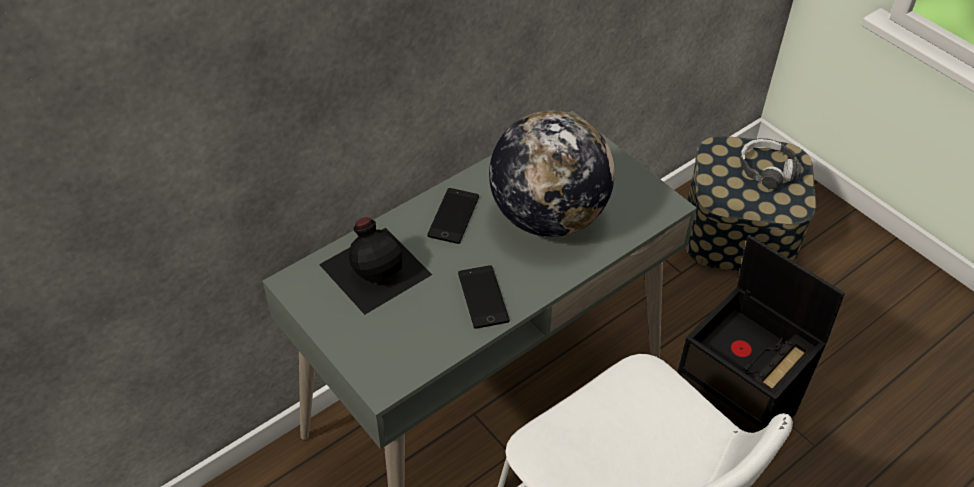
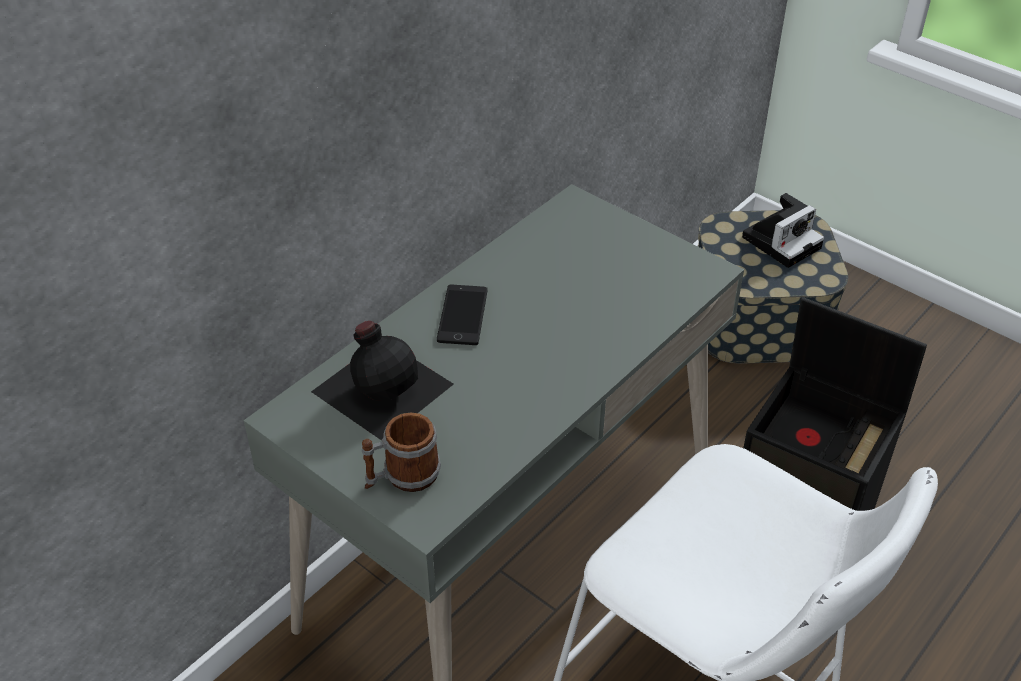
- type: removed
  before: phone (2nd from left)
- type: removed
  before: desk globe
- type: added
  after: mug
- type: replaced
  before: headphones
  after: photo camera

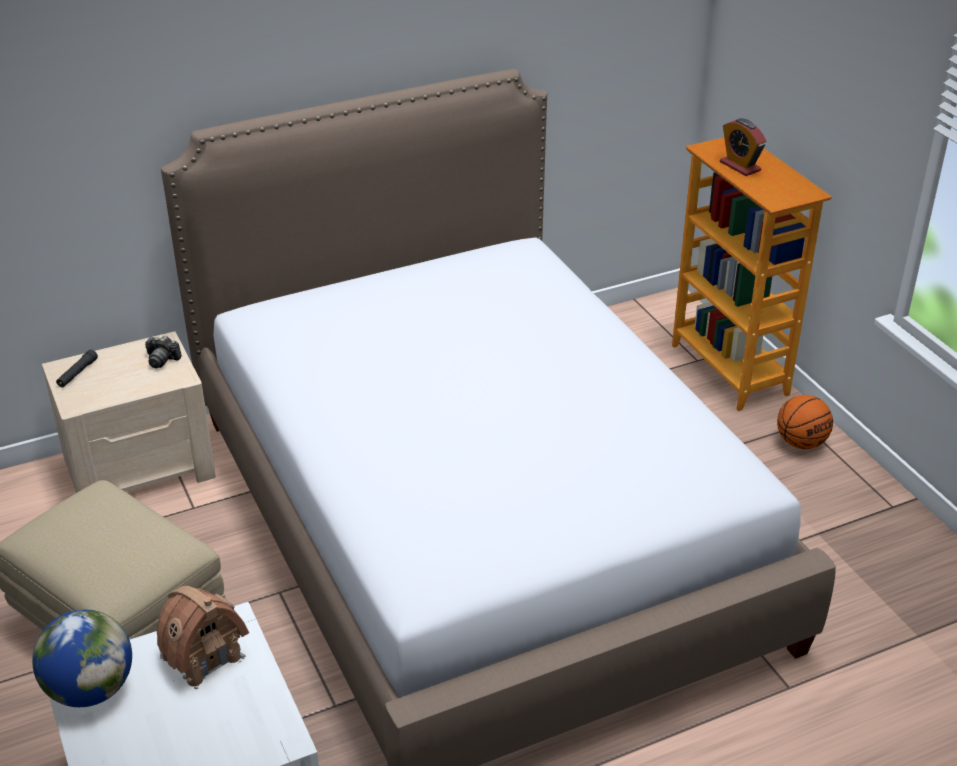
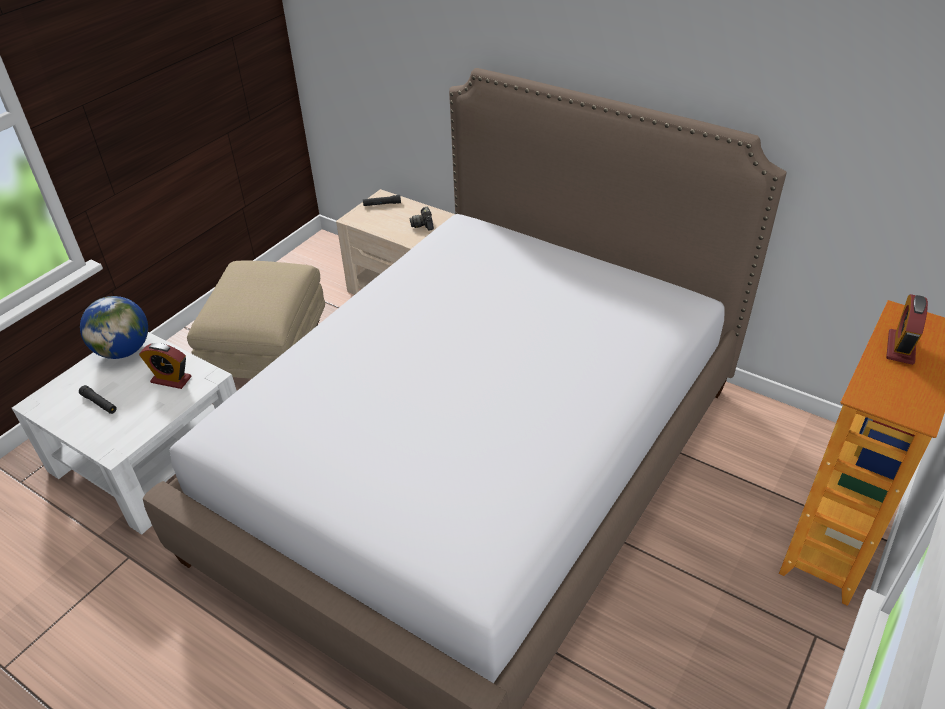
- type: removed
  before: basketball ball
- type: added
  after: hand torch (black) (1st from left)
- type: replaced
  before: miniature house
  after: bedside clock (1st from left)

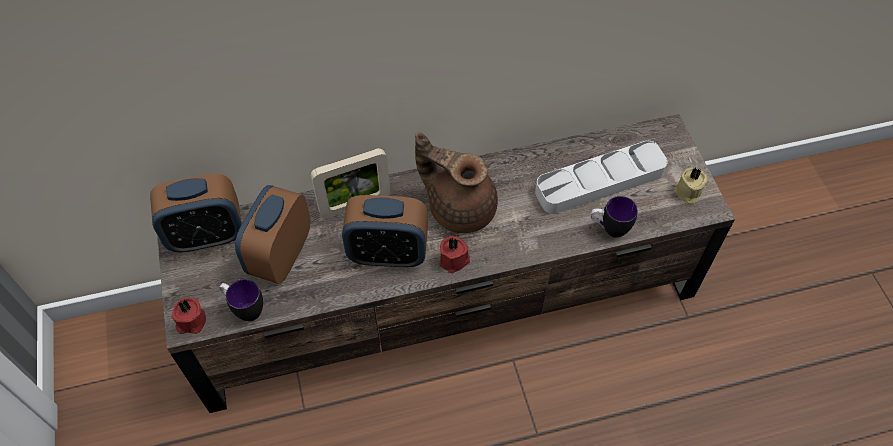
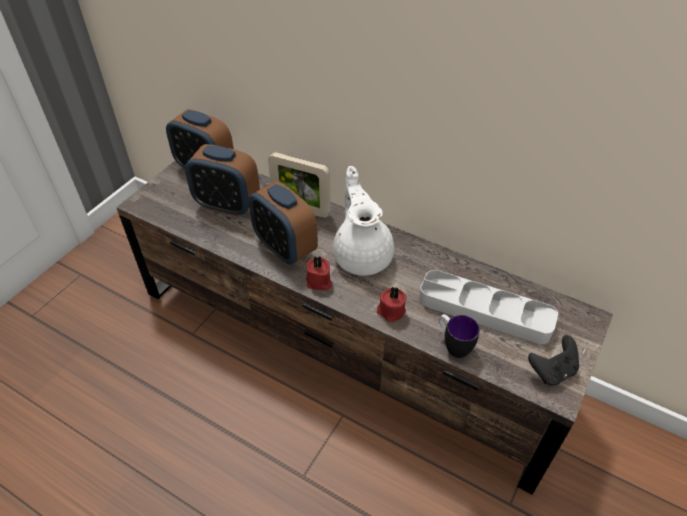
- type: removed
  before: mug (1st from left)
- type: moved
  before: candle (red) (1st from left in the first image)
  after: candle (red) (2nd from left)
- type: replaced
  before: candle (sand-coloured)
  after: game controller (black)
- type: recoloured
  before: pot for tea (brownish)
  after: pot for tea (white-coloured)
- type: turned
  before: bedside clock (2nd from left)
  turn: -135

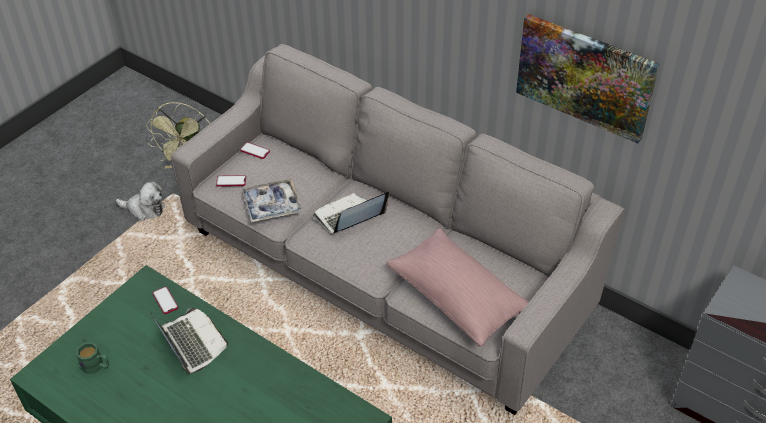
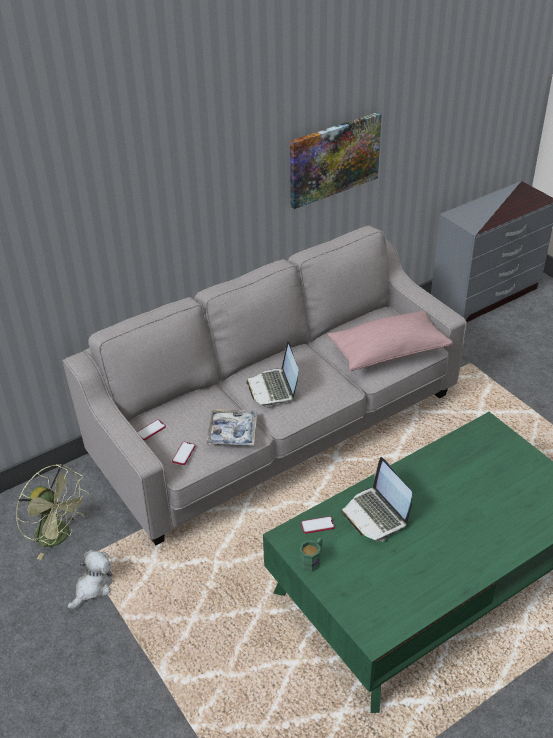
- type: moved
  before: mug (green)
- type: turned
  before: portable computer (1st from left in the first image)
  turn: -105

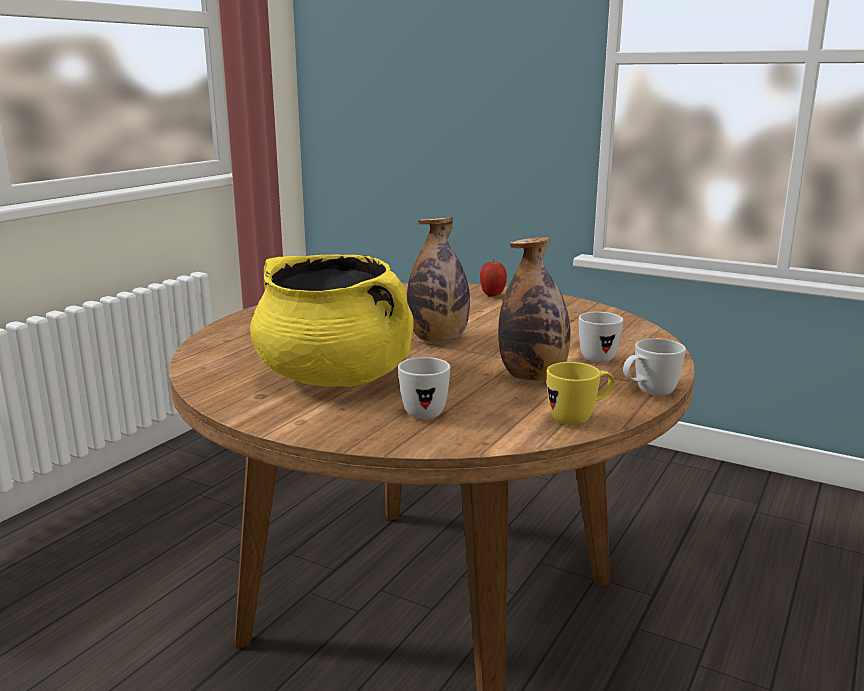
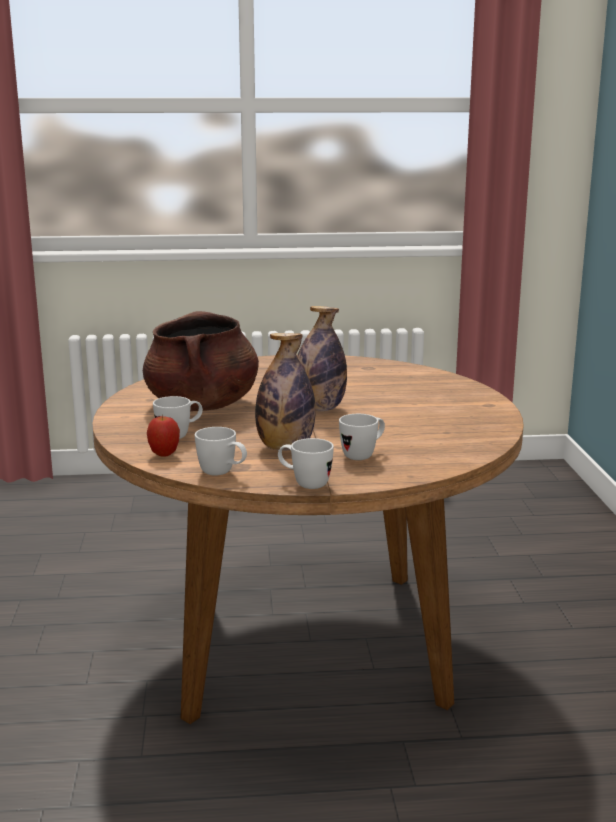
- type: moved
  before: whole apple
- type: recoloured
  before: saucepot (yellow)
  after: saucepot (brownish)
- type: recoloured
  before: mug (yellow)
  after: mug (white-coloured) (2nd from left)

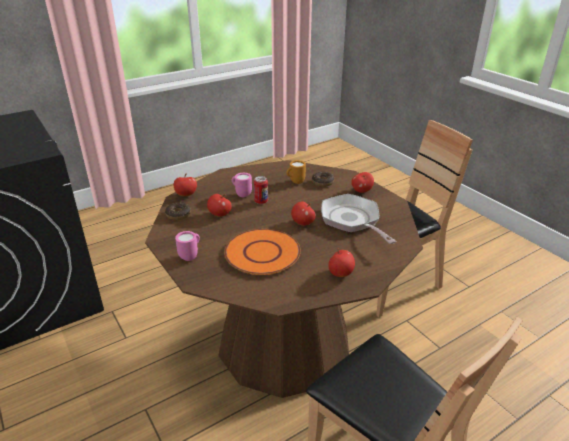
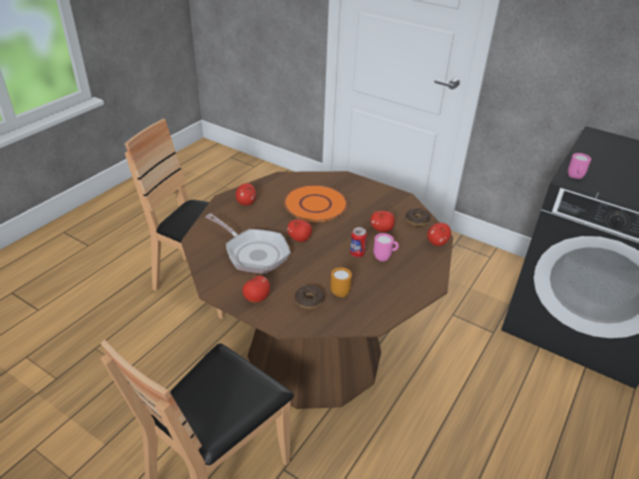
- type: moved
  before: mug (pink-coloured) (1st from left in the first image)
  after: mug (pink-coloured) (2nd from left)

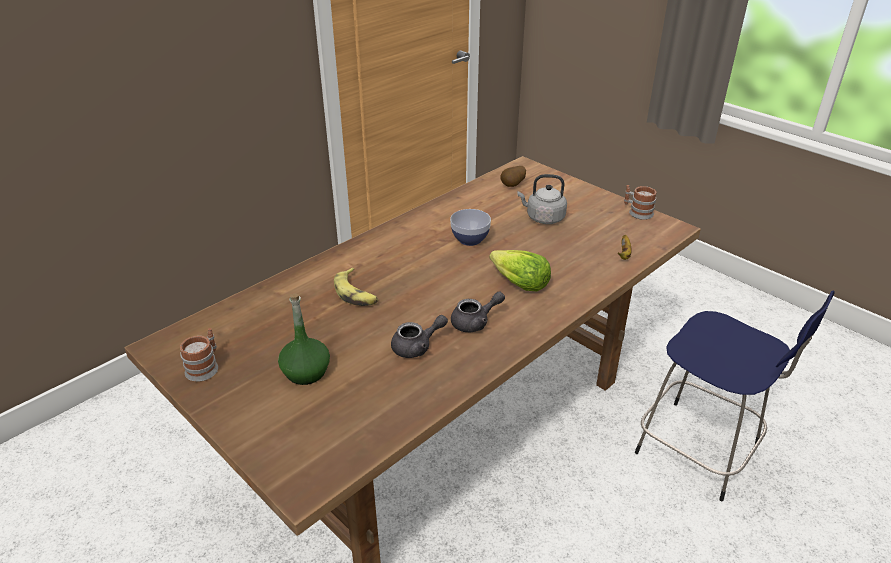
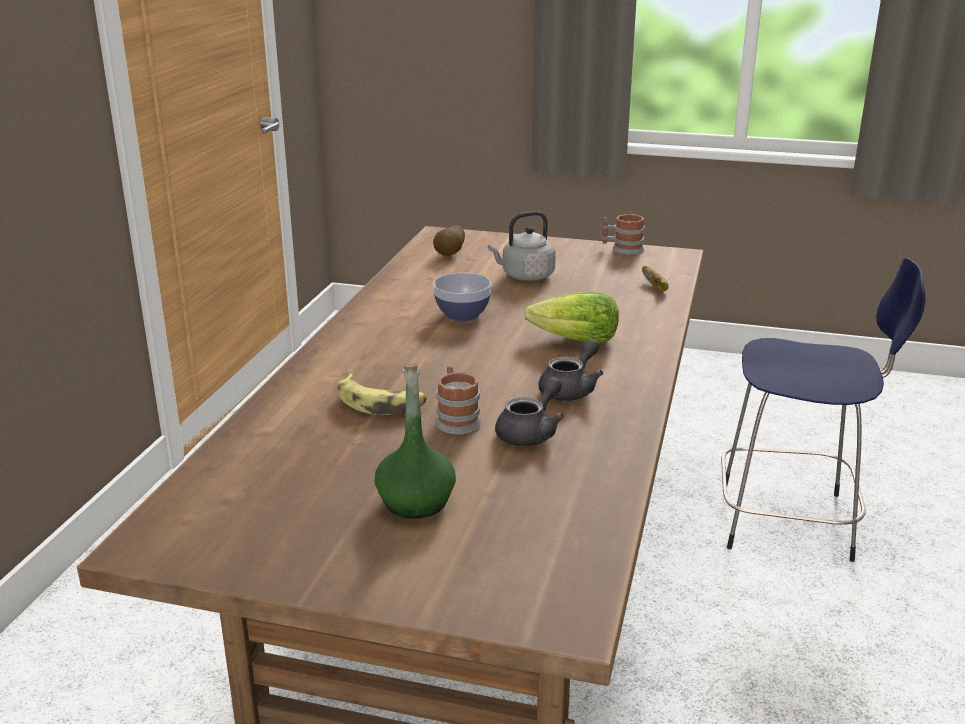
- type: moved
  before: mug (1st from left)

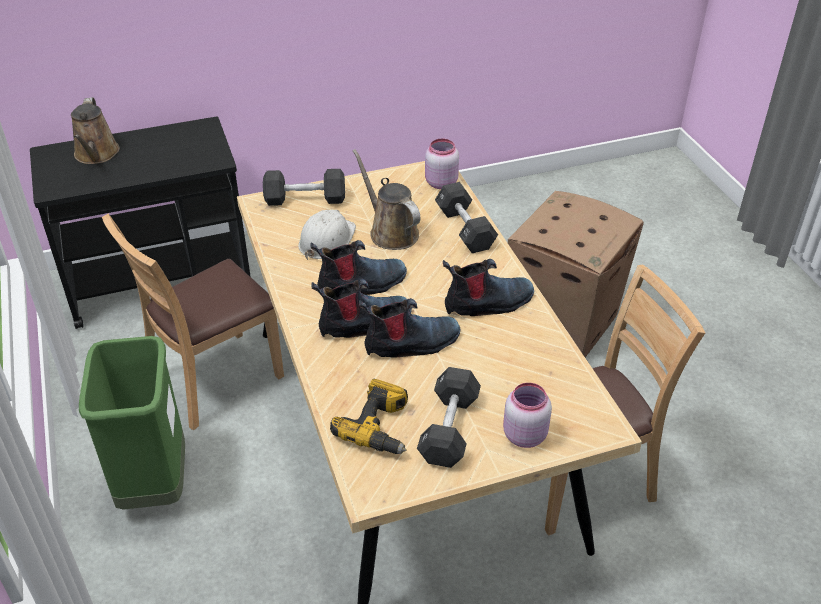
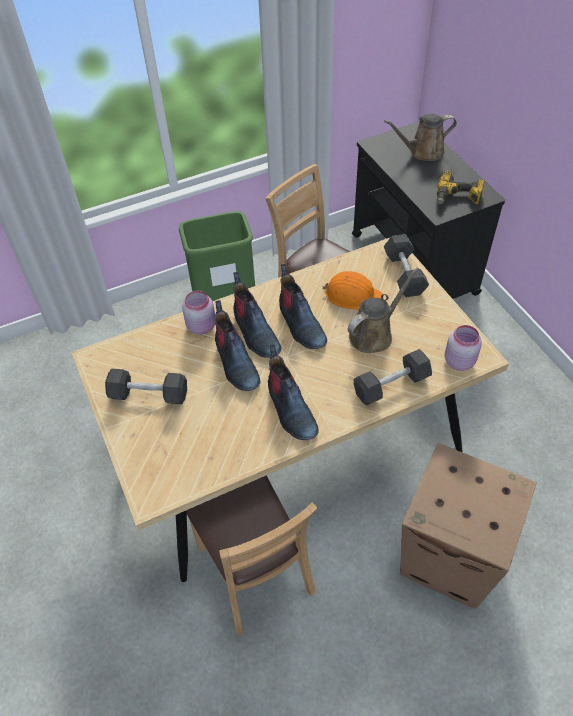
- type: moved
  before: electric drill
- type: moved
  before: storage jar (pink-coloured) (2nd from left in the first image)
  after: storage jar (pink-coloured) (1st from left)
- type: recoloured
  before: work helmet (white-coloured)
  after: work helmet (orange)

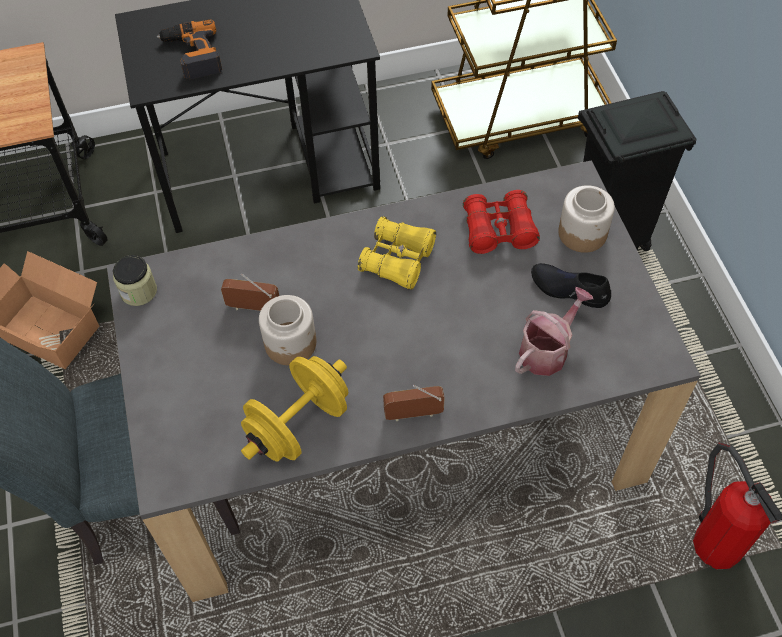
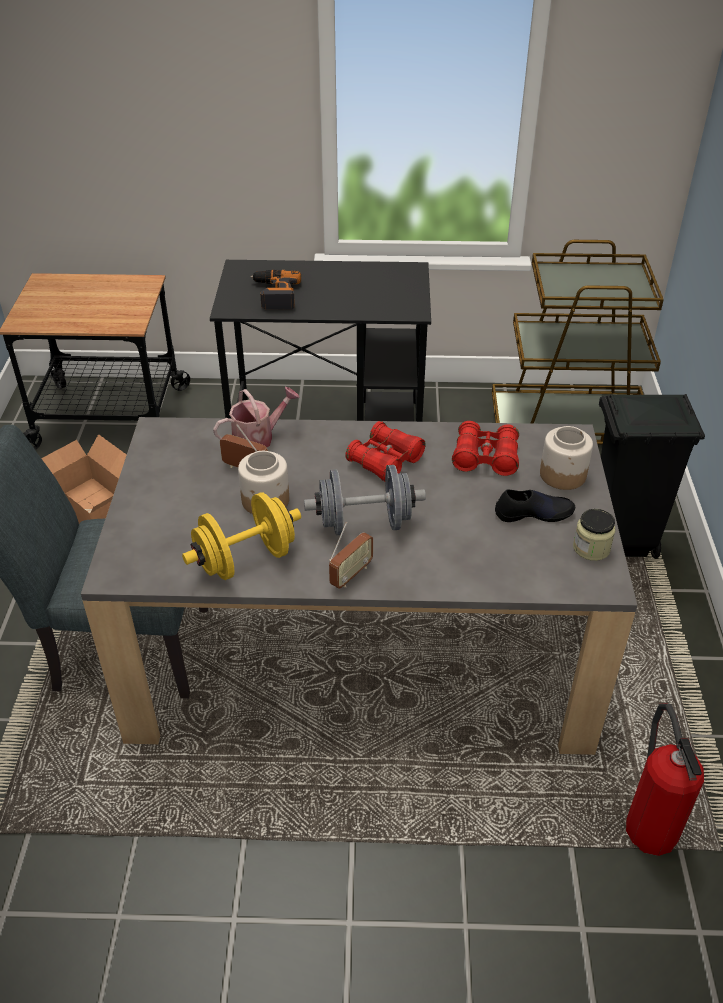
- type: added
  after: dumbbell (gray)
- type: moved
  before: storage jar (1st from left in the first image)
  after: storage jar (3rd from left)
- type: moved
  before: watering pot
- type: recoloured
  before: field glasses (yellow)
  after: field glasses (red) (1st from left)
- type: turned
  before: radio set (2nd from left)
  turn: 120
- type: turned
  before: shoe (black)
  turn: 135

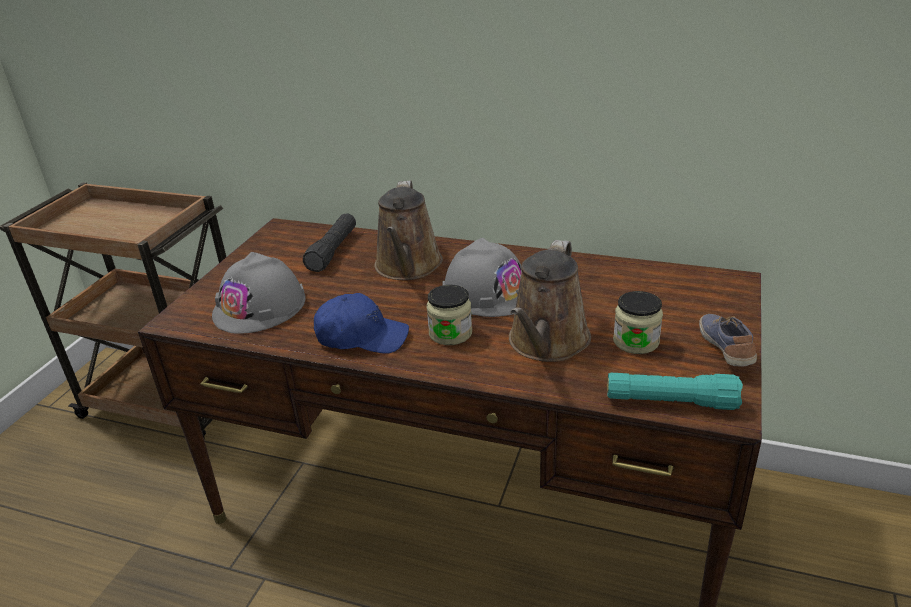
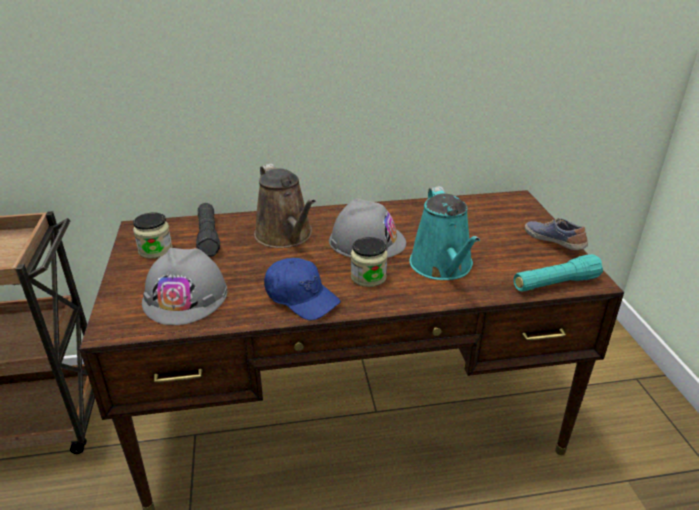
- type: moved
  before: storage jar (2nd from left in the first image)
  after: storage jar (1st from left)
- type: recoloured
  before: watering pot (brownish) (2nd from left)
  after: watering pot (turquoise)
- type: turned
  before: baseball cap (blue-coloured)
  turn: 60

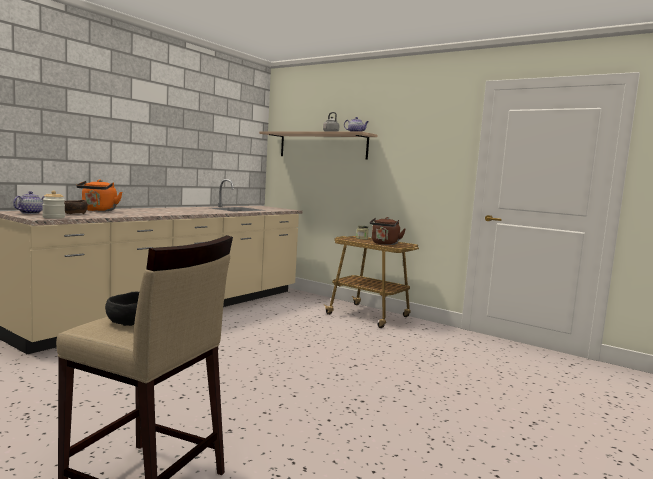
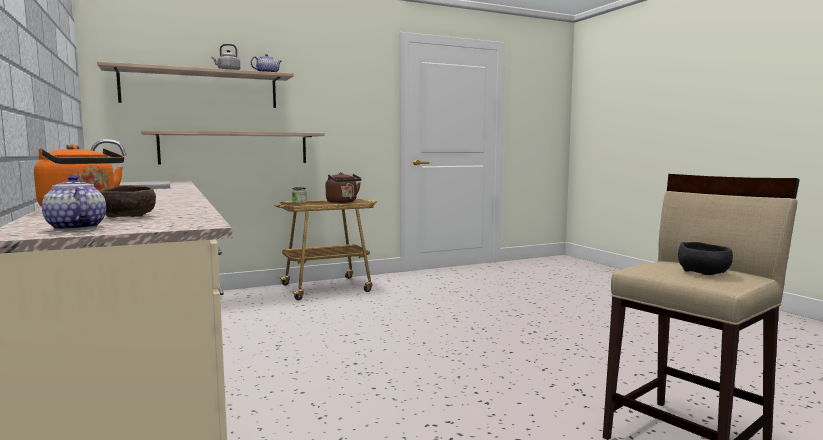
- type: removed
  before: storage jar (1st from left)
- type: added
  after: bracket shelf (2nd from left)

